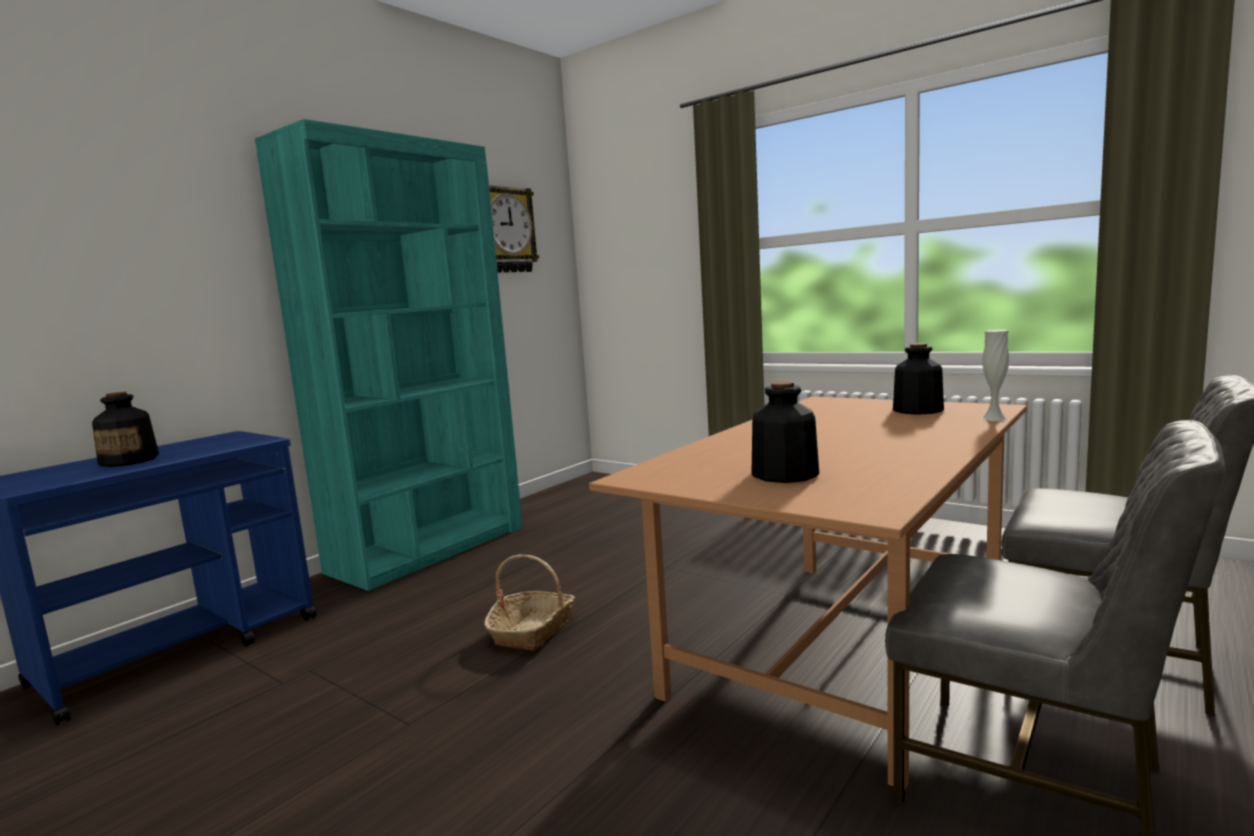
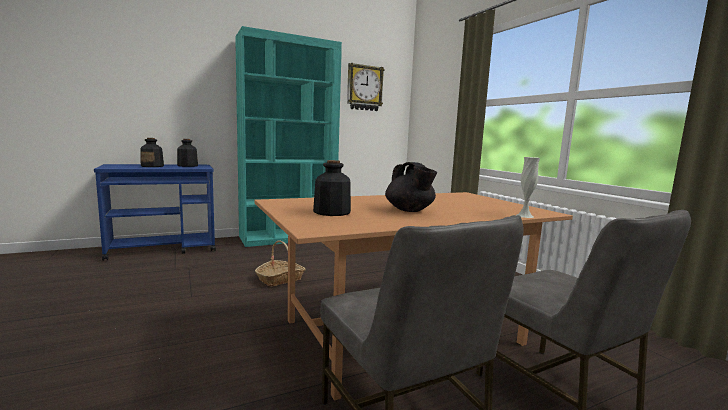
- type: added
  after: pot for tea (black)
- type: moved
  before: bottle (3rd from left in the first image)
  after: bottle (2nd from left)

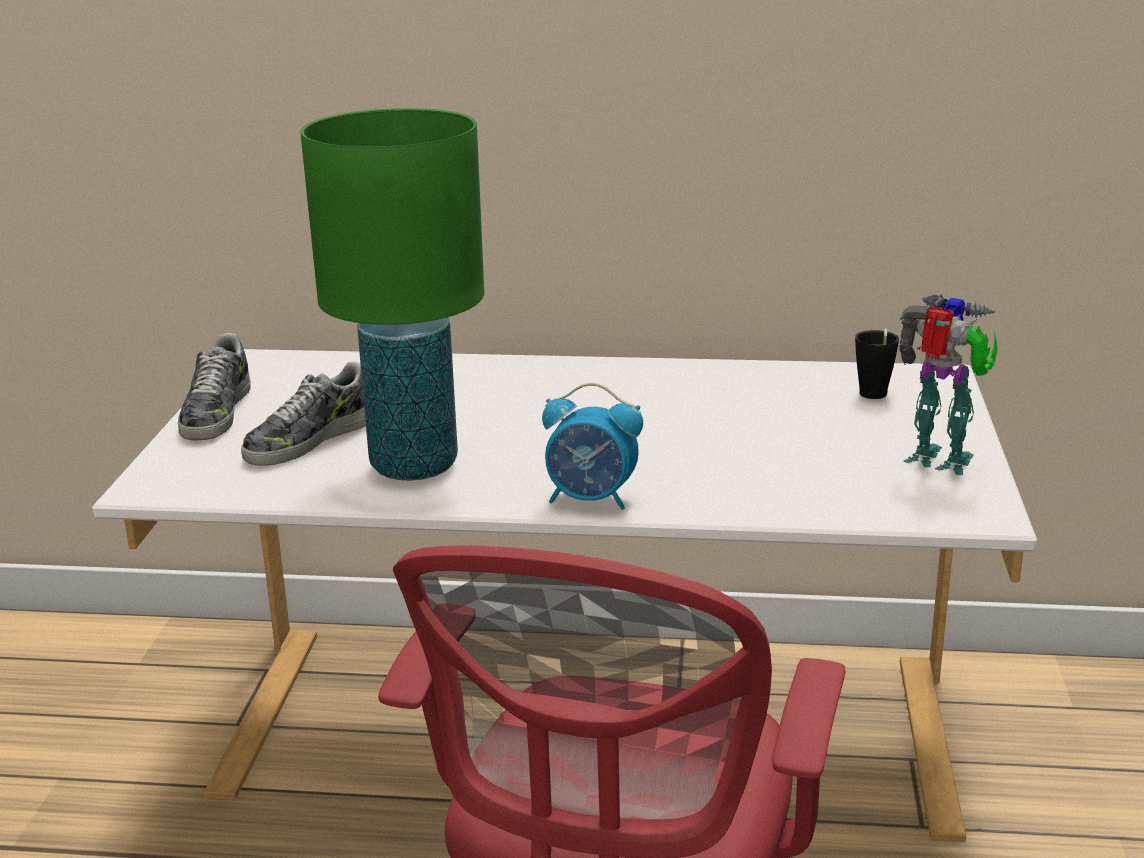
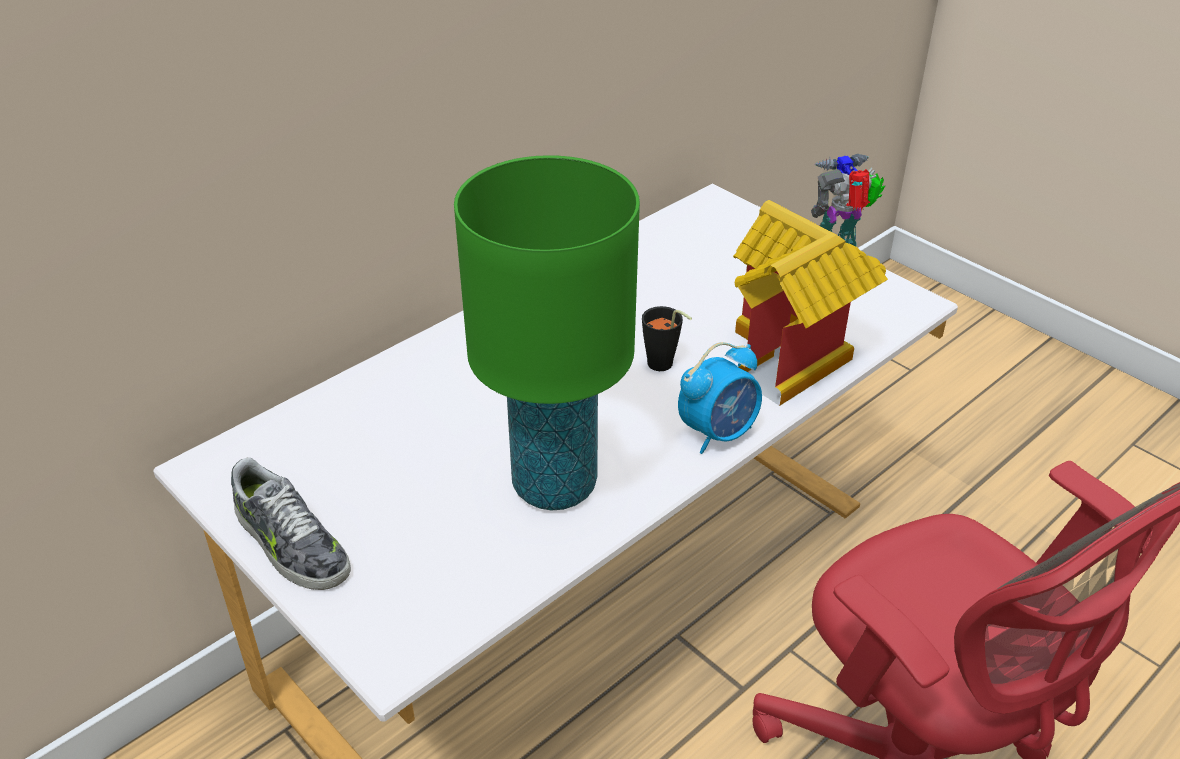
- type: removed
  before: shoe (2nd from left)
- type: added
  after: miniature house
- type: moved
  before: drinking cup (black)

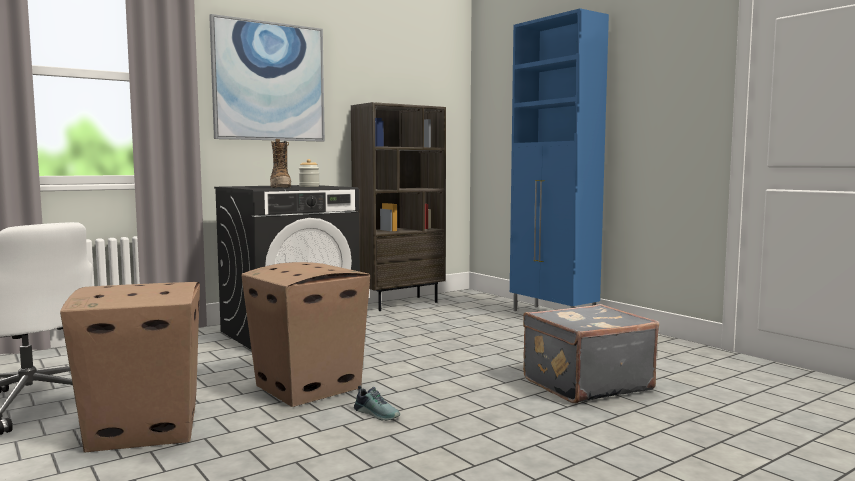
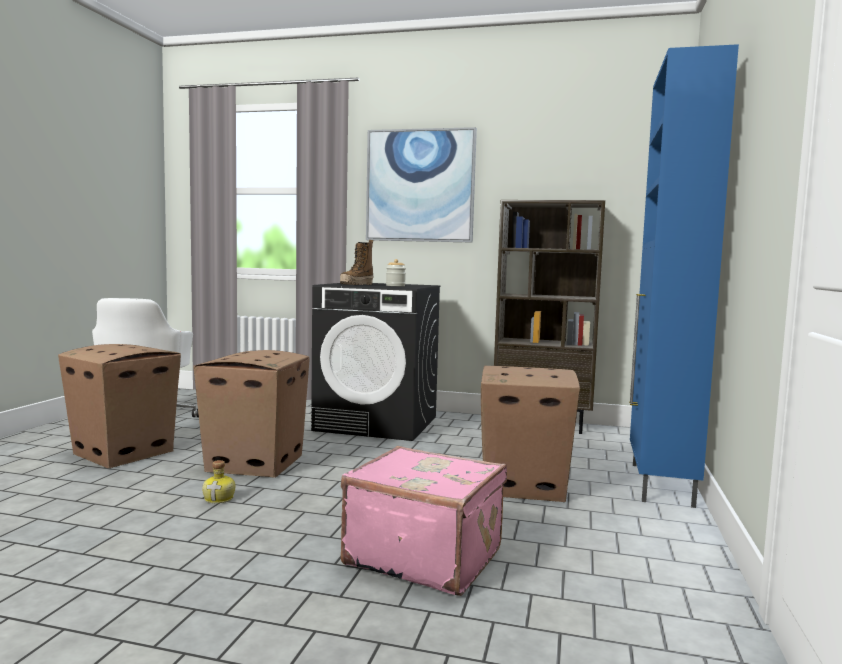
- type: added
  after: carton (3rd from left)
- type: replaced
  before: shoe
  after: bottle
- type: recoloured
  before: piece of luggage (gray)
  after: piece of luggage (pink-coloured)

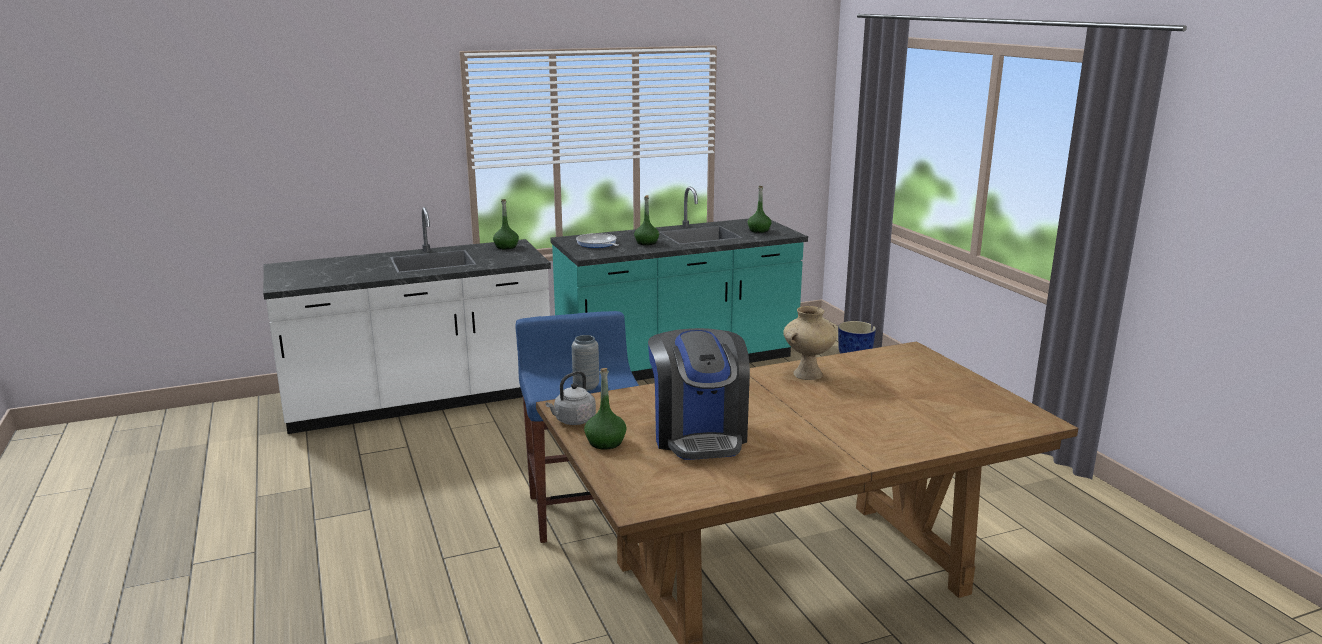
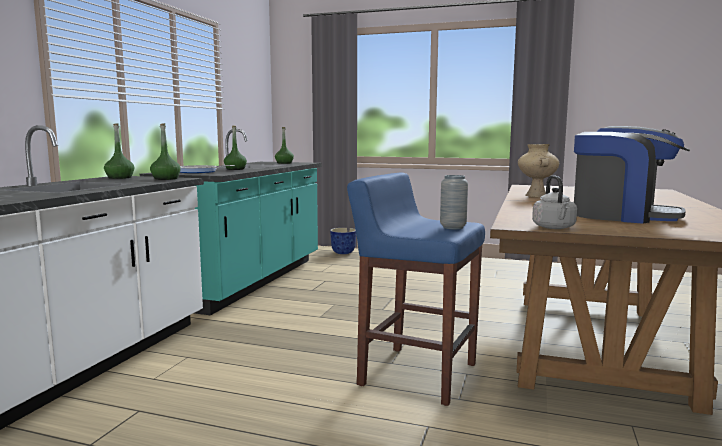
- type: moved
  before: bottle (green) (2nd from left)

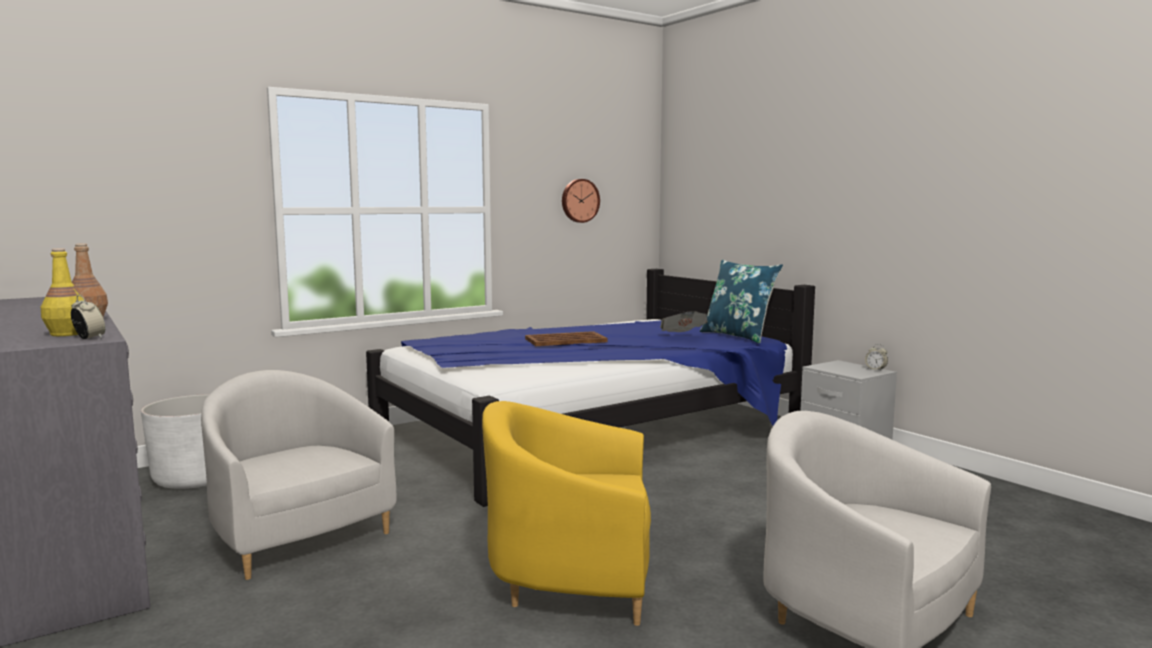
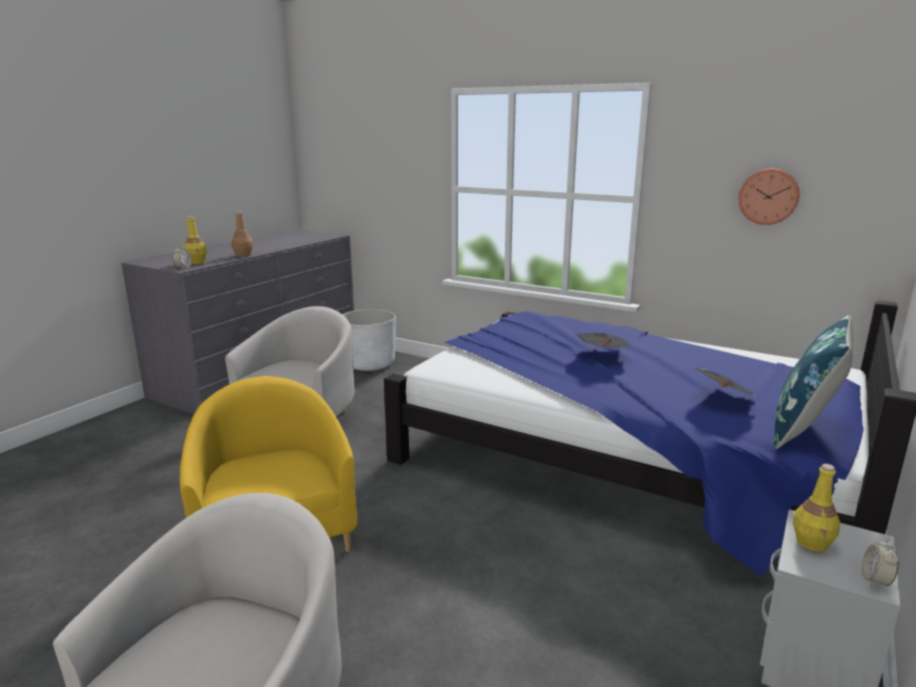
- type: added
  after: bottle (yellow) (2nd from left)
- type: replaced
  before: carrying tray (brownish)
  after: printed paper (1st from left)

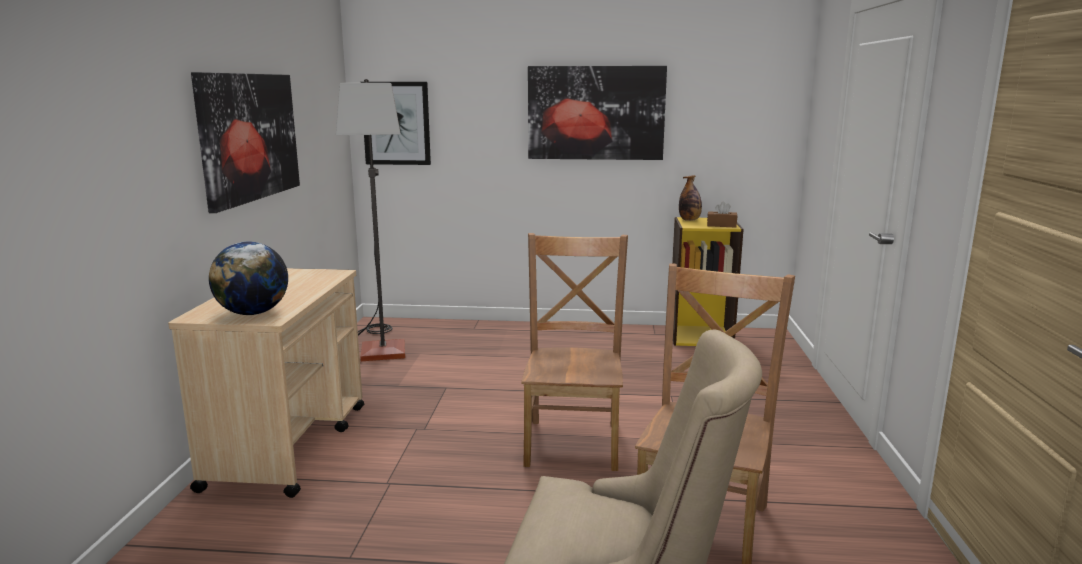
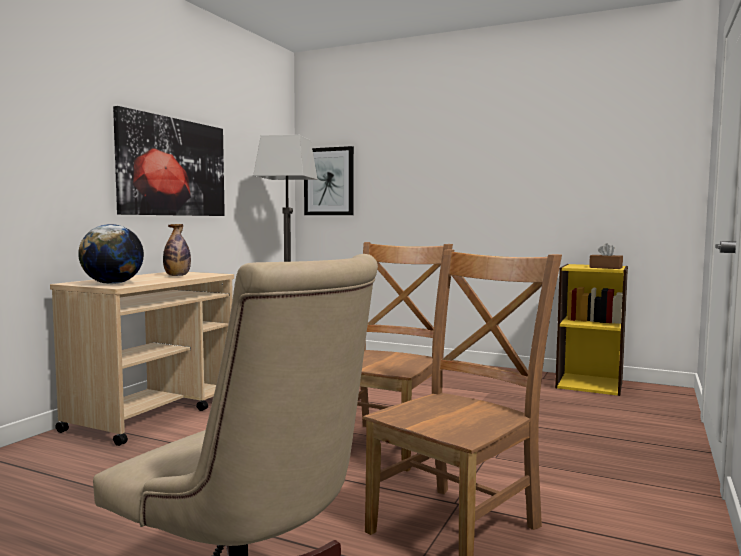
- type: removed
  before: wall art (3rd from left)
- type: moved
  before: bottle

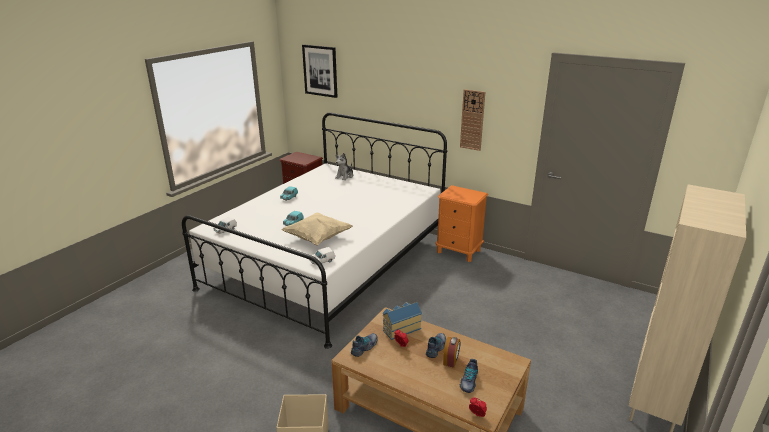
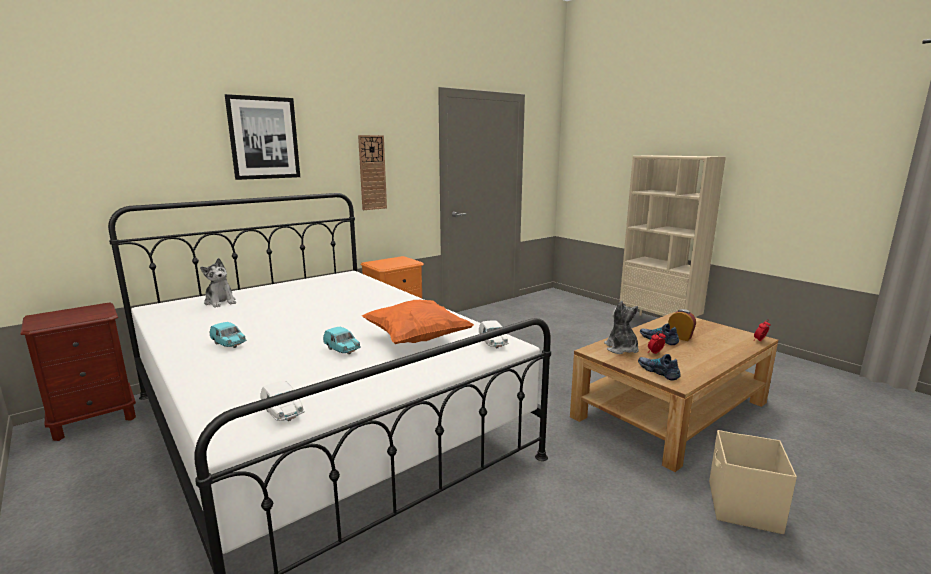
- type: removed
  before: shoe (3rd from left)
- type: moved
  before: wall art
- type: replaced
  before: miniature house
  after: soft toy (2nd from left)
- type: recoloured
  before: cushion (sand-coloured)
  after: cushion (orange)

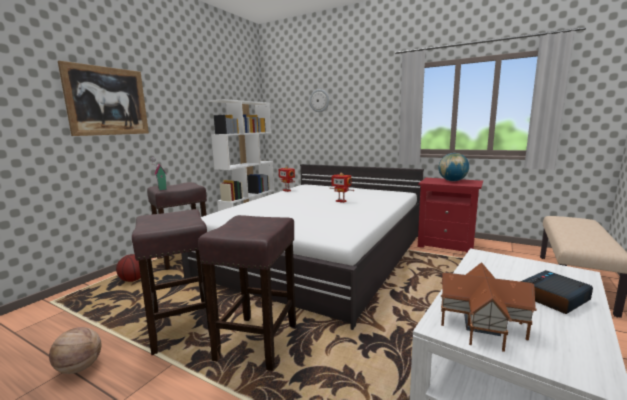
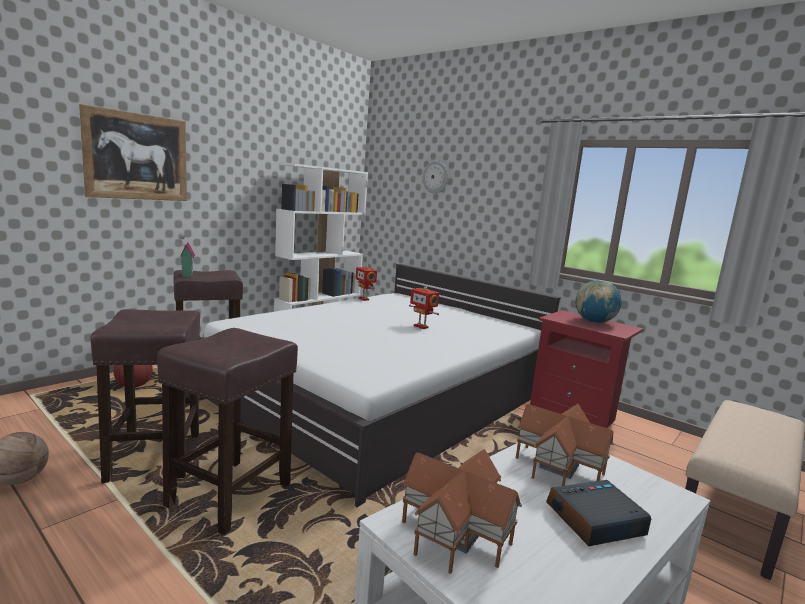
- type: added
  after: miniature house (3rd from left)

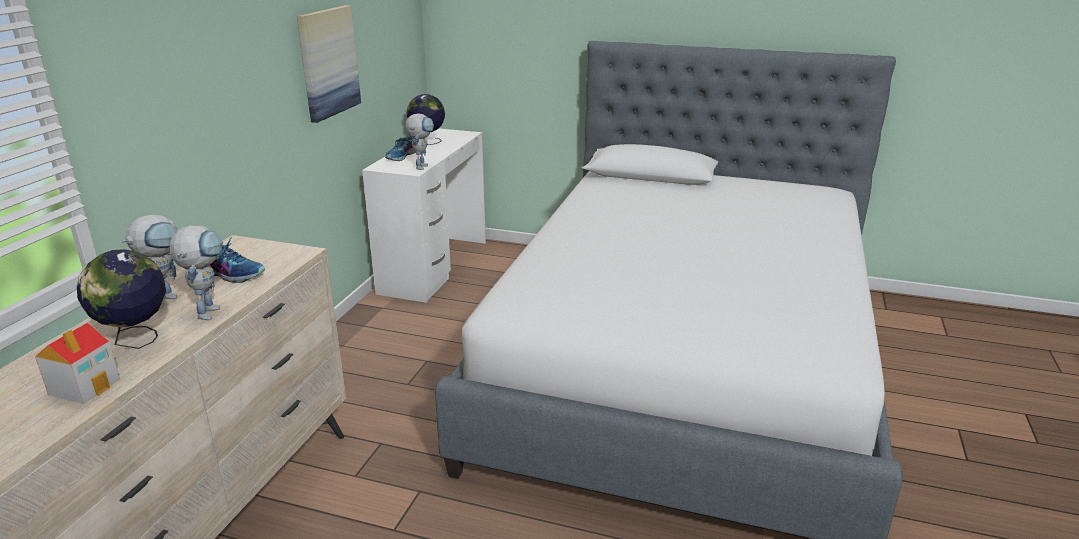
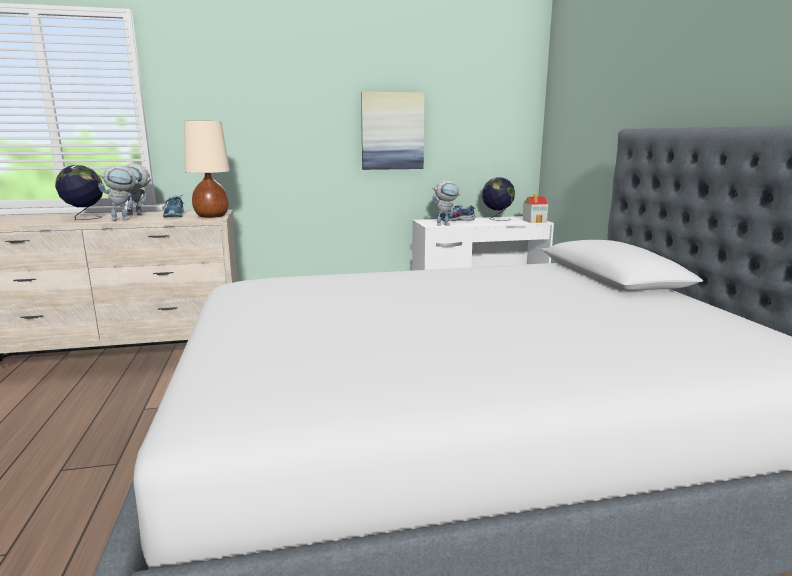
- type: added
  after: table lamp (sand-coloured)
- type: moved
  before: miniature house

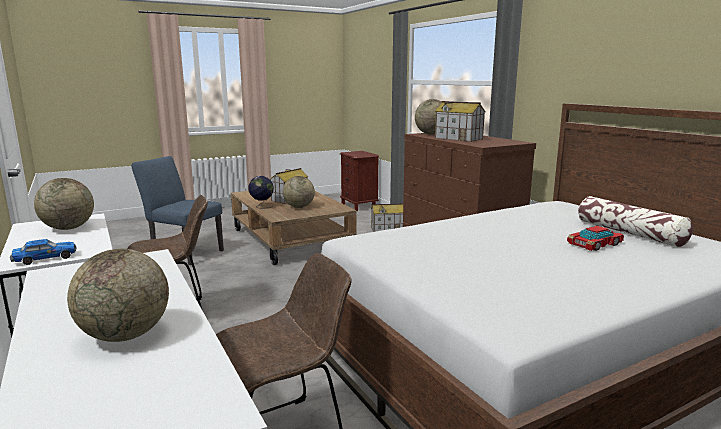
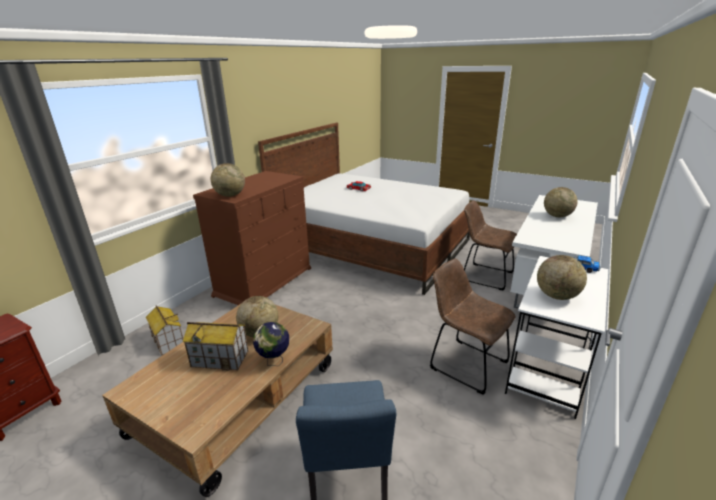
- type: removed
  before: miniature house (3rd from left)
- type: removed
  before: cushion

